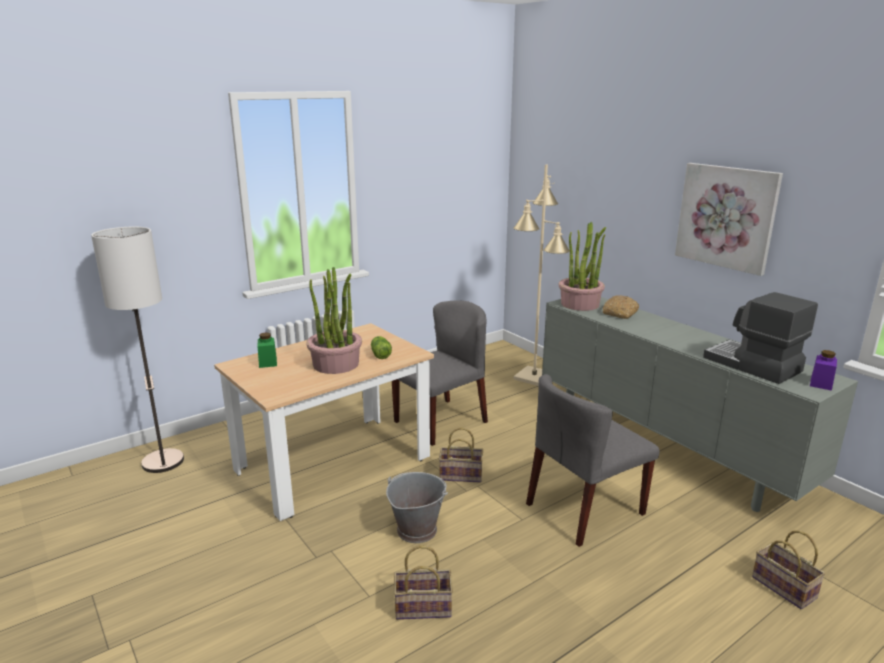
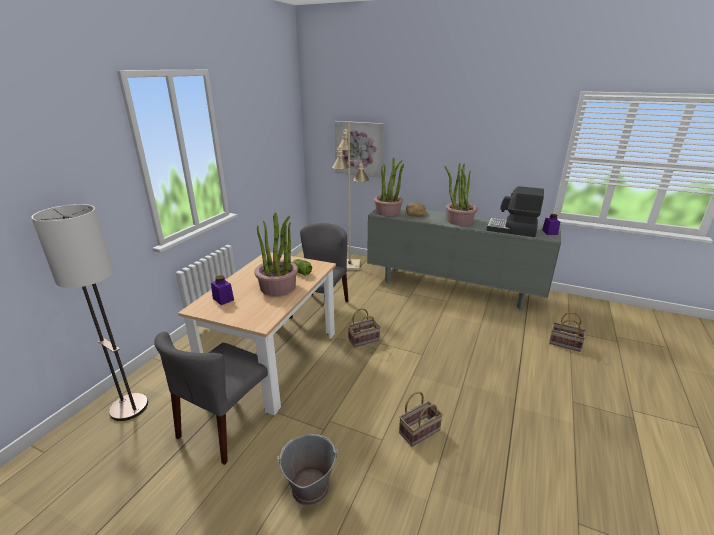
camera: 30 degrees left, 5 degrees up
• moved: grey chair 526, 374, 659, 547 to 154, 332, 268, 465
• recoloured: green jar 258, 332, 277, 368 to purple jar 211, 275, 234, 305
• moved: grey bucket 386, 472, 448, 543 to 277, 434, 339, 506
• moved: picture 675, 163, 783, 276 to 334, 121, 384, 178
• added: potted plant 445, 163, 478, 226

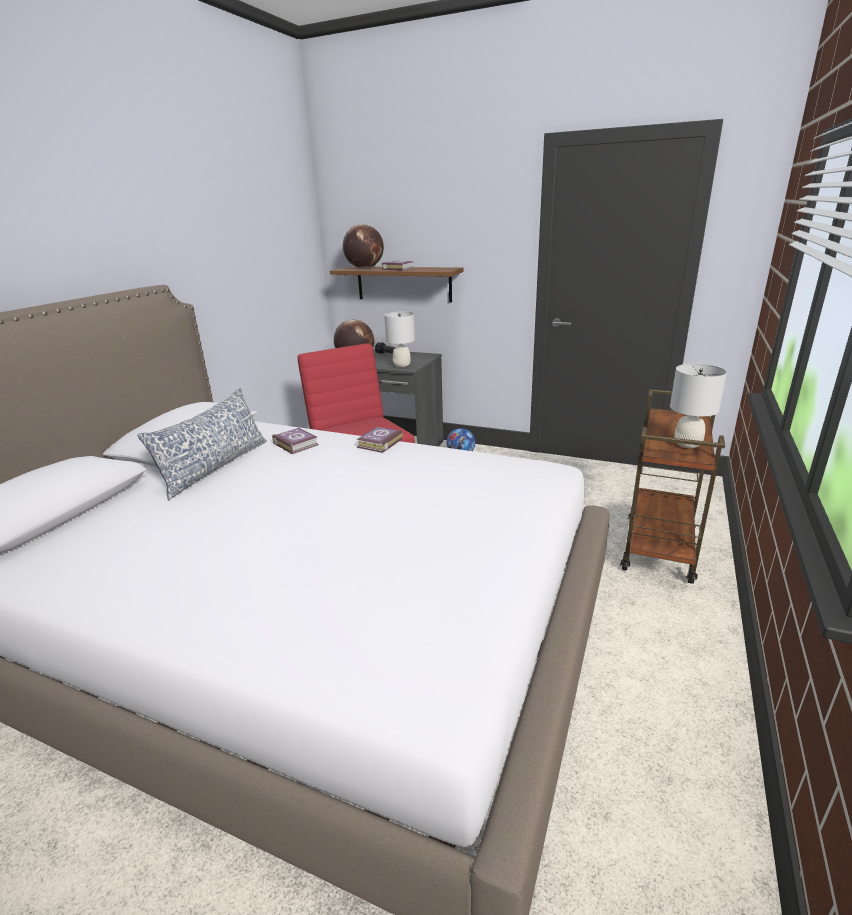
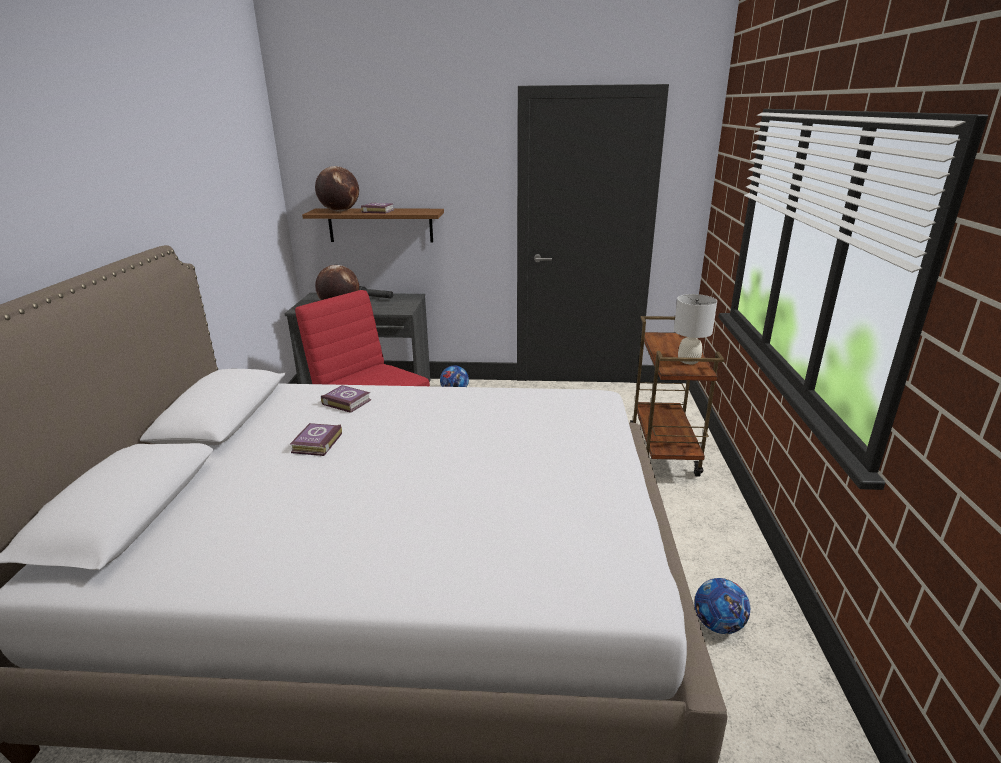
camera: 20 degrees left, 0 degrees up
• moved: book 356, 427, 403, 453 to 290, 423, 342, 456
• added: football 694, 578, 750, 634
• removed: pillow 137, 388, 267, 500
• removed: grey table lamp 384, 311, 415, 367

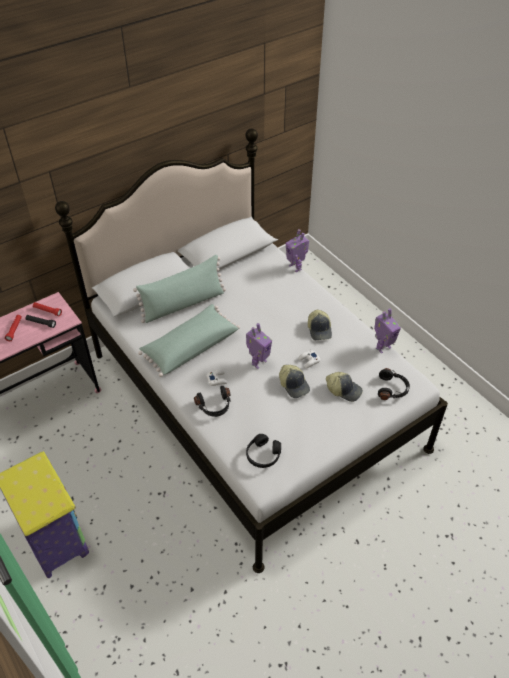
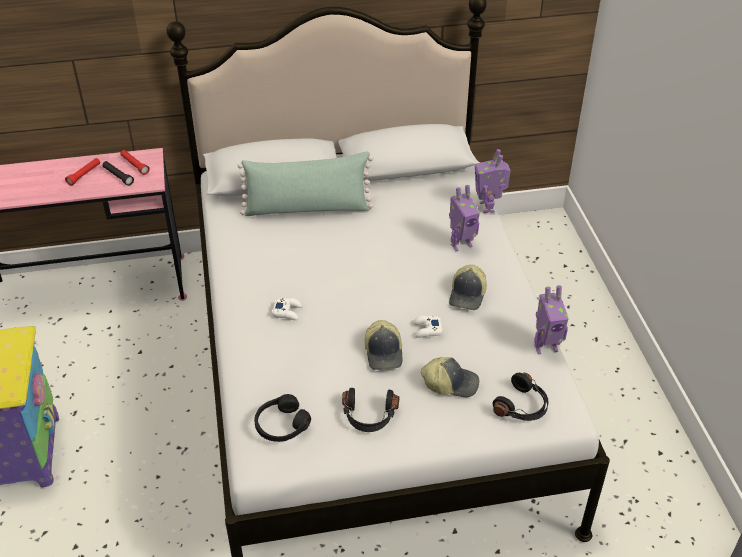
camera: 25 degrees right, 5 degrees down
• moved: black headphones 194, 386, 231, 417 to 342, 388, 399, 432
• turned: cap 326, 372, 363, 402 = 421, 357, 479, 397 45 degrees counterclockwise
• moved: toy robot 246, 323, 272, 369 to 449, 185, 480, 251
• removed: green pillow 138, 304, 240, 377

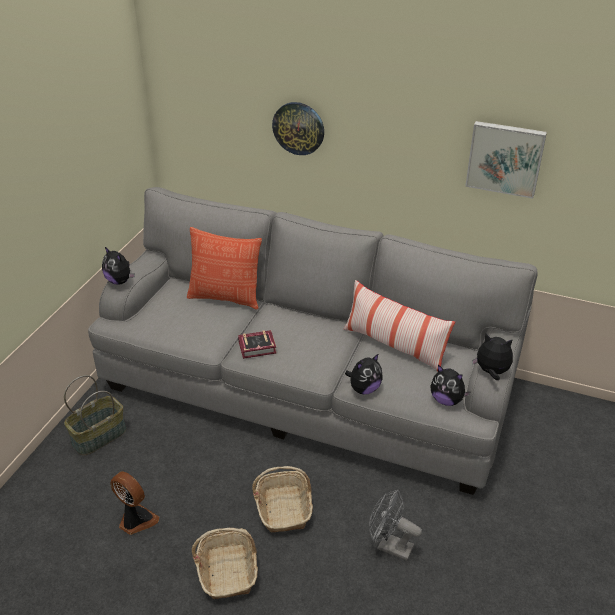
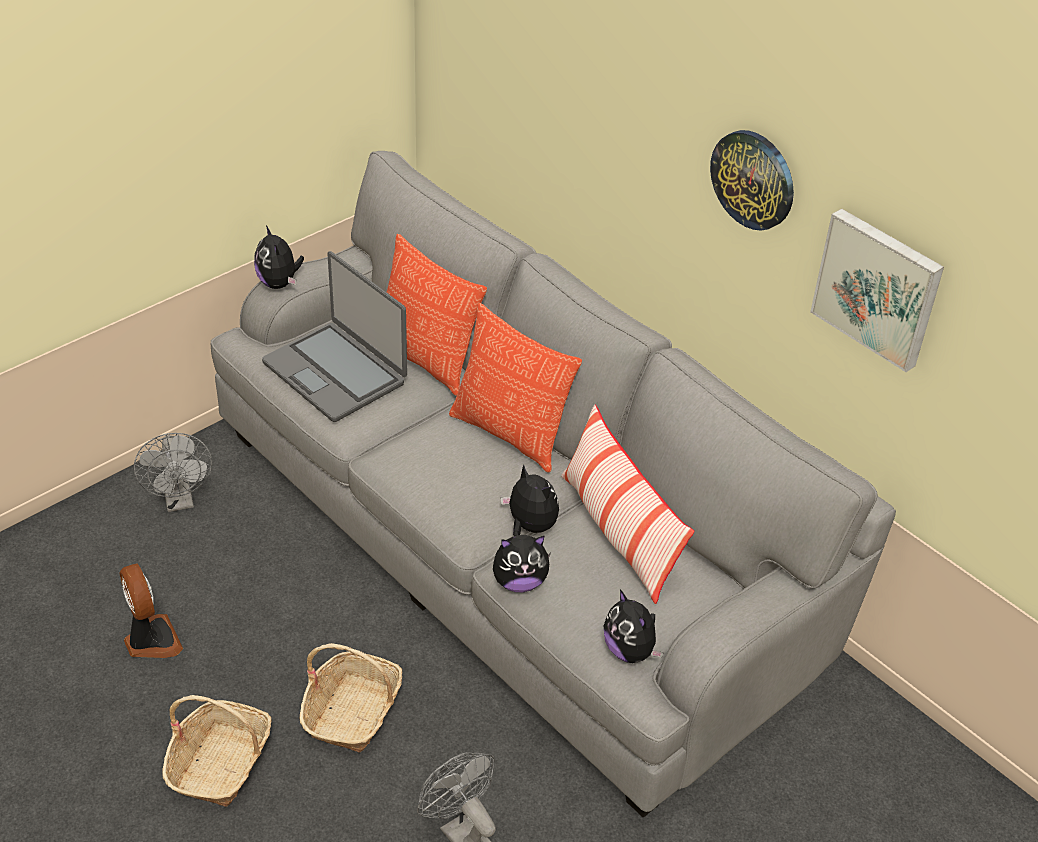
camera: 25 degrees right, 5 degrees up
• replaced: basket 64, 375, 126, 456 to grey fan 134, 433, 212, 512
• added: laptop 262, 251, 407, 422
• added: orange pillow 449, 303, 582, 472
• moved: plush toy 472, 334, 513, 380 to 501, 465, 559, 536
• moved: wall clock 272, 102, 324, 155 to 710, 130, 794, 230
• removed: book 238, 330, 277, 359

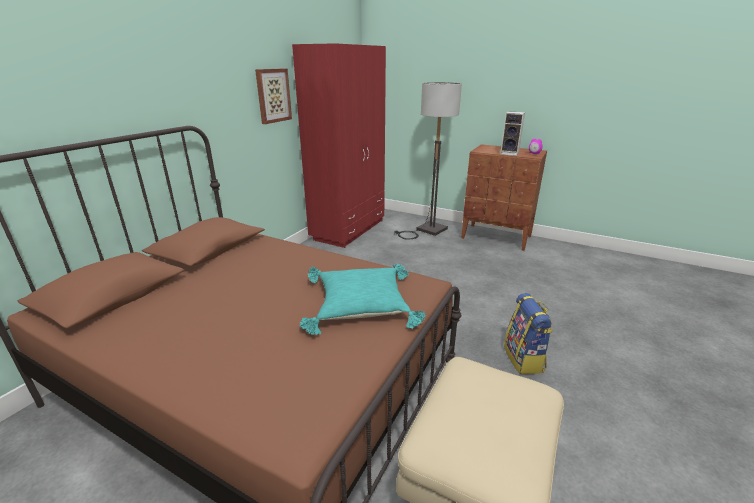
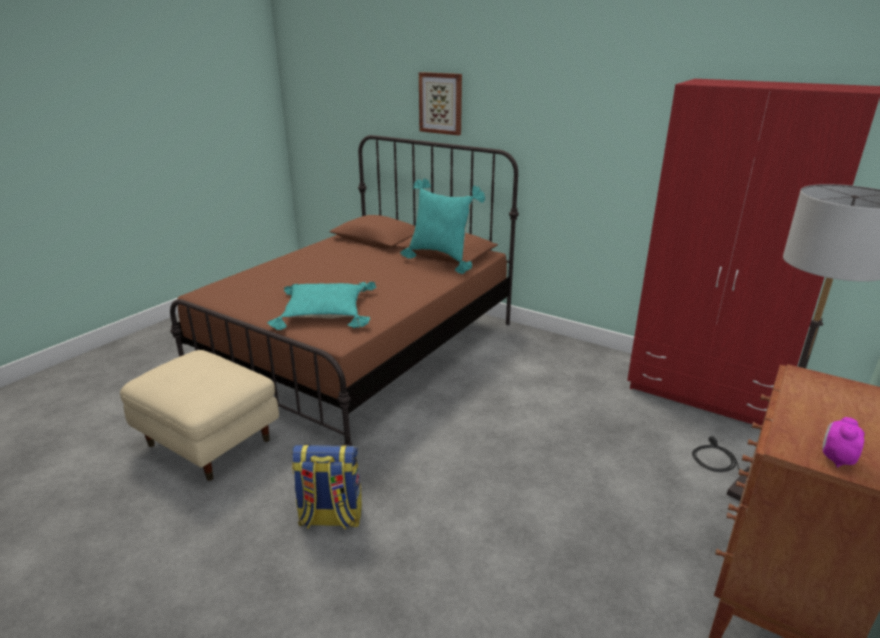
camera: 95 degrees right, 0 degrees up
• added: turquoise pillow 400, 178, 485, 274
• moved: picture 255, 68, 292, 124 to 419, 72, 462, 136
• removed: speaker 500, 111, 525, 156

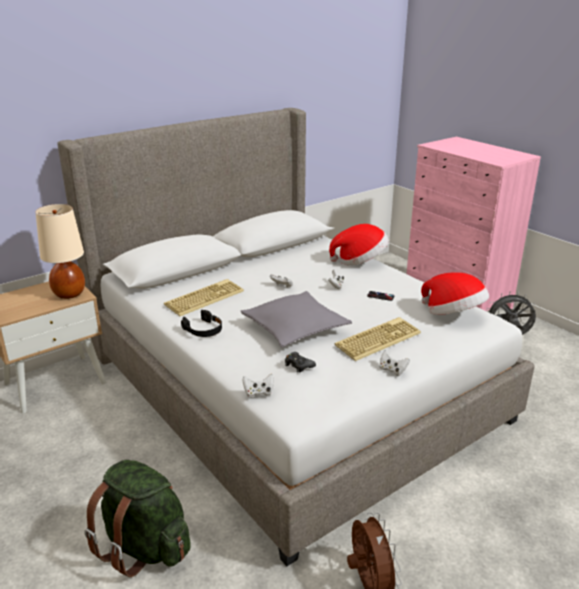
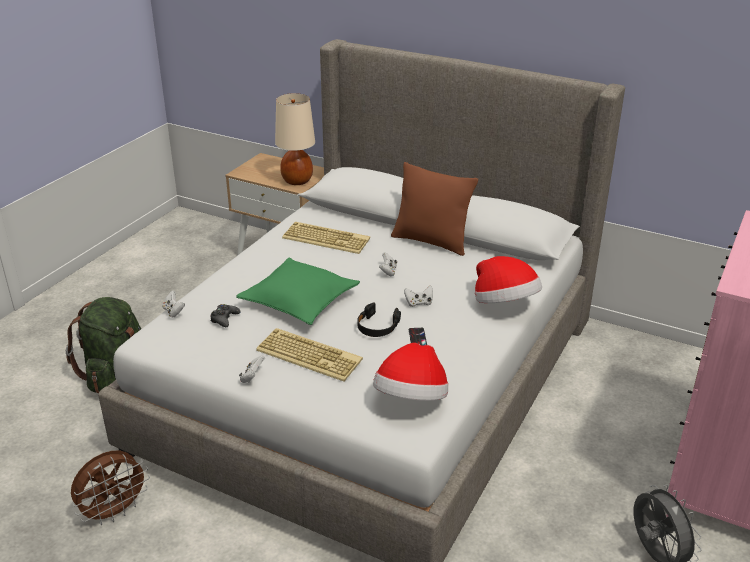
camera: 65 degrees right, 5 degrees up
• recoloured: grey pillow 241, 291, 352, 347 to green pillow 236, 258, 360, 325
• moved: black headphones 181, 310, 222, 337 to 357, 302, 401, 337
• added: brown pillow 391, 162, 478, 256

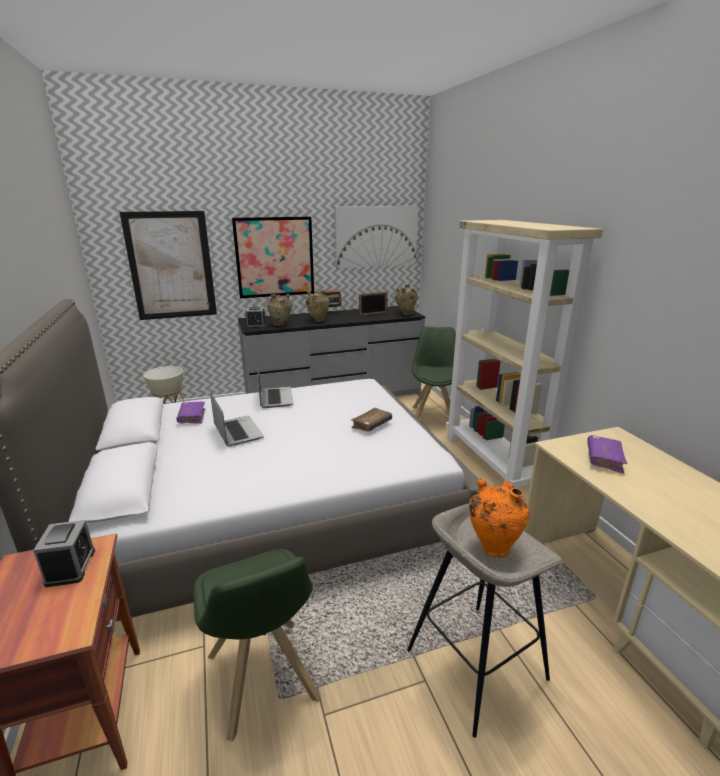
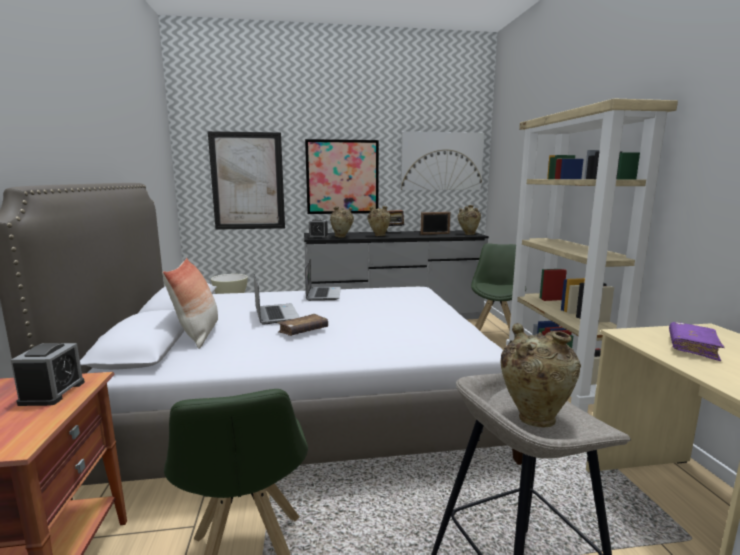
camera: 10 degrees right, 10 degrees down
• added: pillow 162, 258, 218, 349
• moved: brown book 351, 408, 392, 432 to 277, 314, 328, 336
• recoloured: orange vase 469, 478, 530, 558 to beige vase 501, 323, 581, 427
• removed: purple book 176, 402, 205, 424

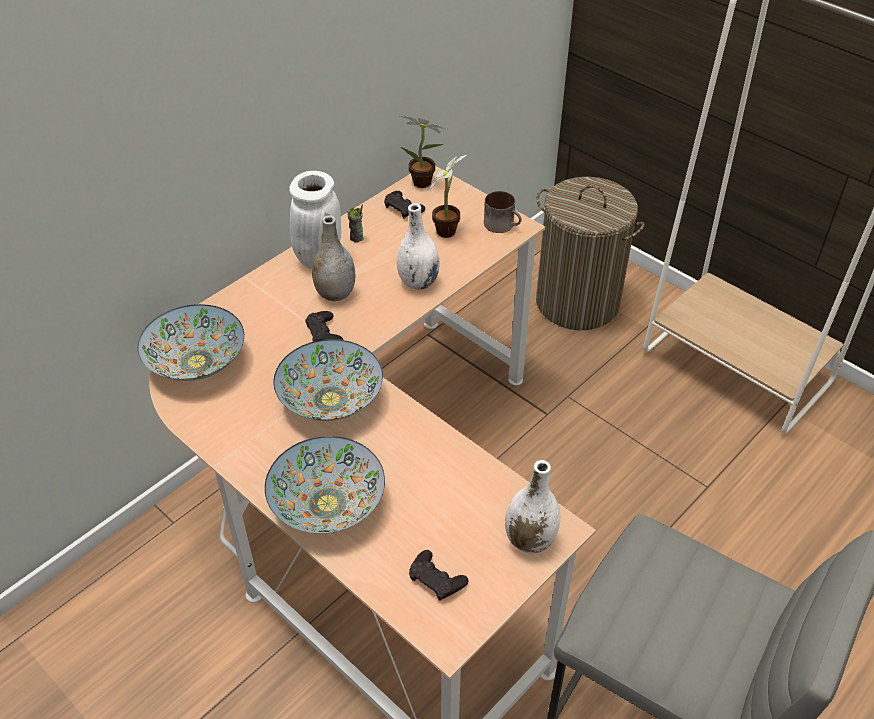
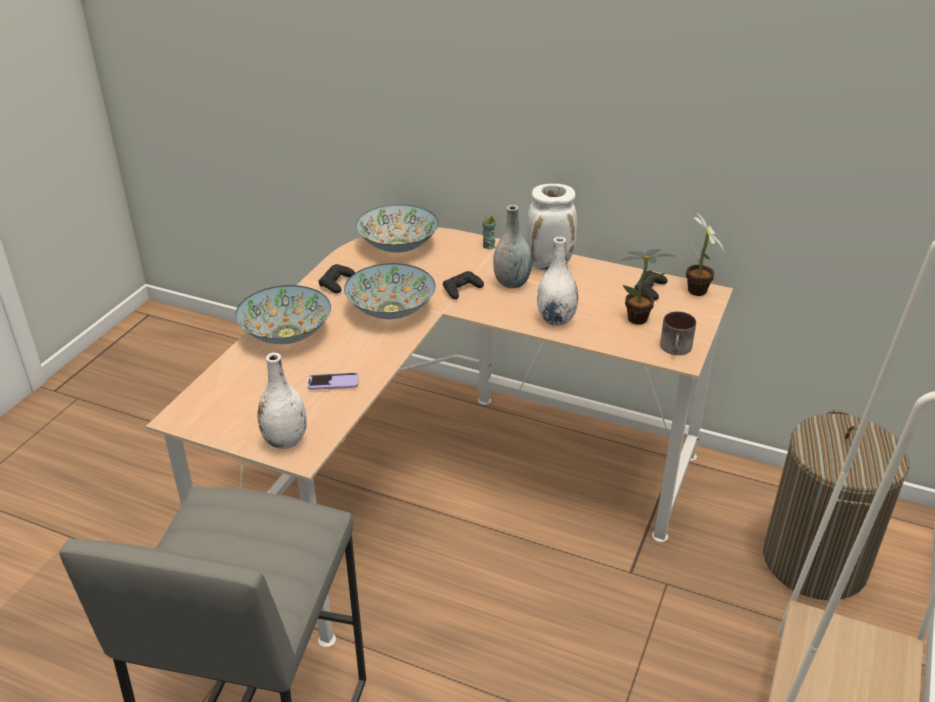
camera: 70 degrees right, 10 degrees down
• added: phone 308, 373, 358, 390
• moved: black game controller 409, 550, 469, 601 to 319, 264, 355, 293
• moved: cup 347, 204, 364, 243 to 482, 216, 496, 249

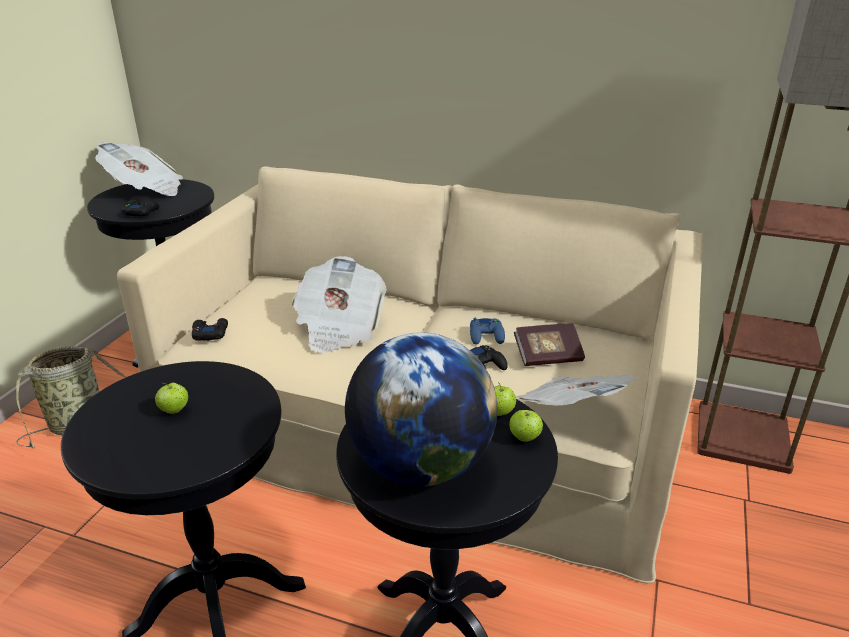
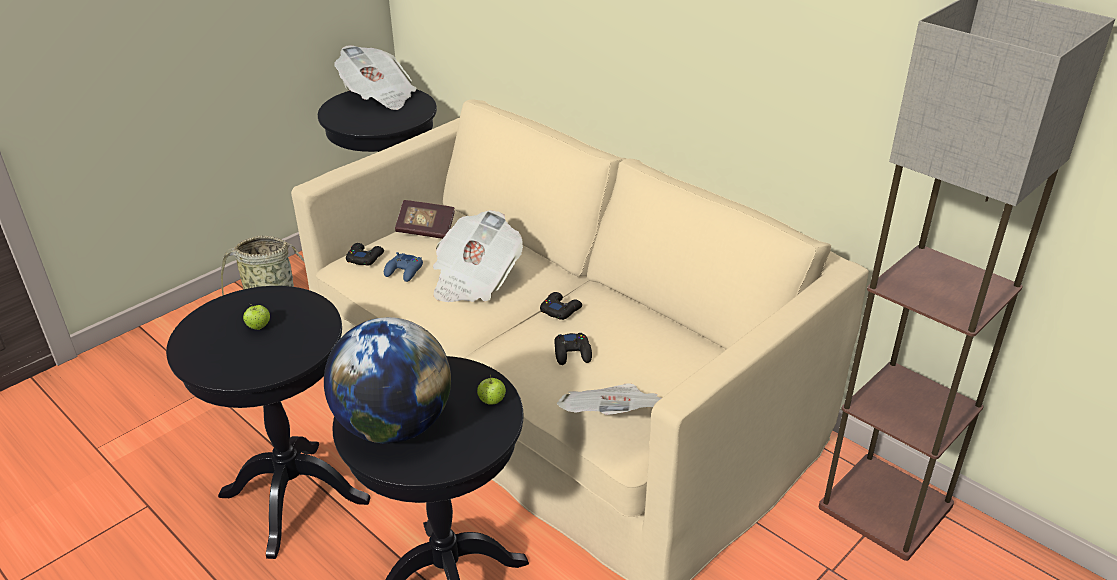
camera: 25 degrees right, 5 degrees up
• moved: blue game controller 470, 318, 505, 344 to 384, 252, 423, 282
• moved: book 514, 323, 585, 366 to 395, 200, 455, 239
• moved: black game controller 121, 200, 159, 216 to 540, 292, 582, 320
• removed: apple 509, 410, 543, 442

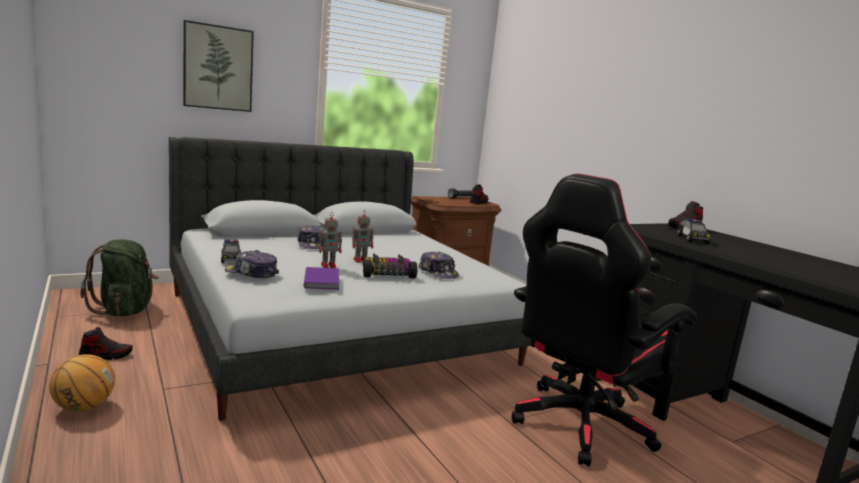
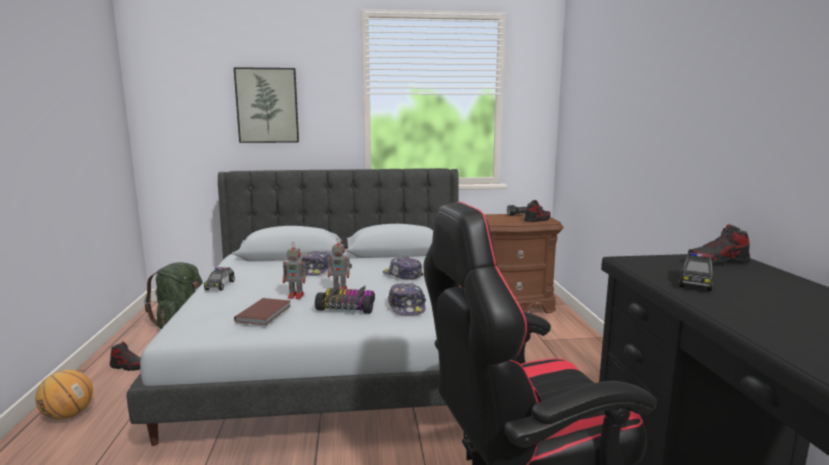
camera: 25 degrees right, 0 degrees up
• recoloured: purple book 304, 267, 339, 290 to brown book 234, 298, 291, 325
• moved: cap 225, 250, 279, 278 to 383, 257, 424, 280

